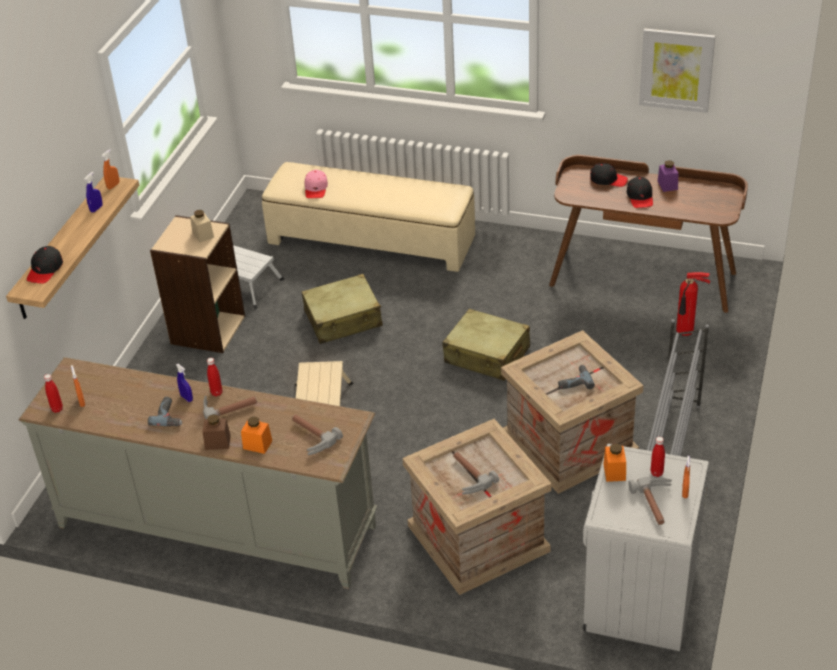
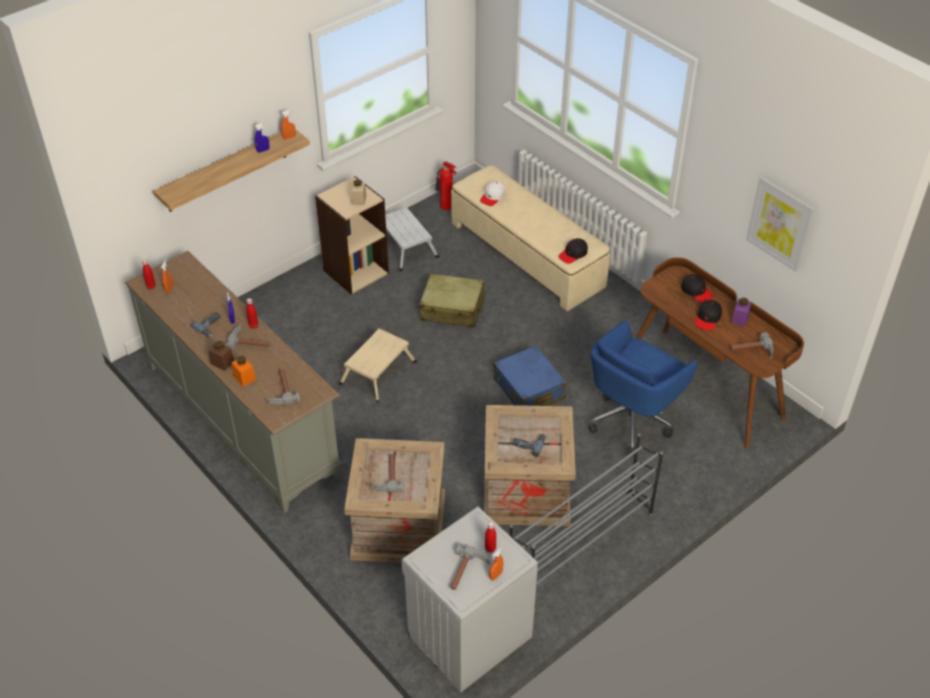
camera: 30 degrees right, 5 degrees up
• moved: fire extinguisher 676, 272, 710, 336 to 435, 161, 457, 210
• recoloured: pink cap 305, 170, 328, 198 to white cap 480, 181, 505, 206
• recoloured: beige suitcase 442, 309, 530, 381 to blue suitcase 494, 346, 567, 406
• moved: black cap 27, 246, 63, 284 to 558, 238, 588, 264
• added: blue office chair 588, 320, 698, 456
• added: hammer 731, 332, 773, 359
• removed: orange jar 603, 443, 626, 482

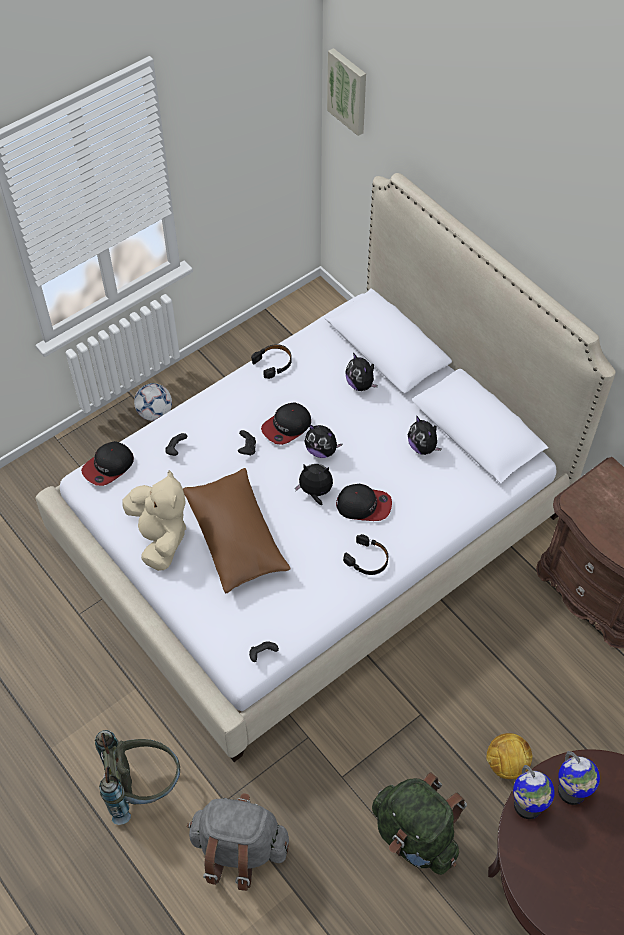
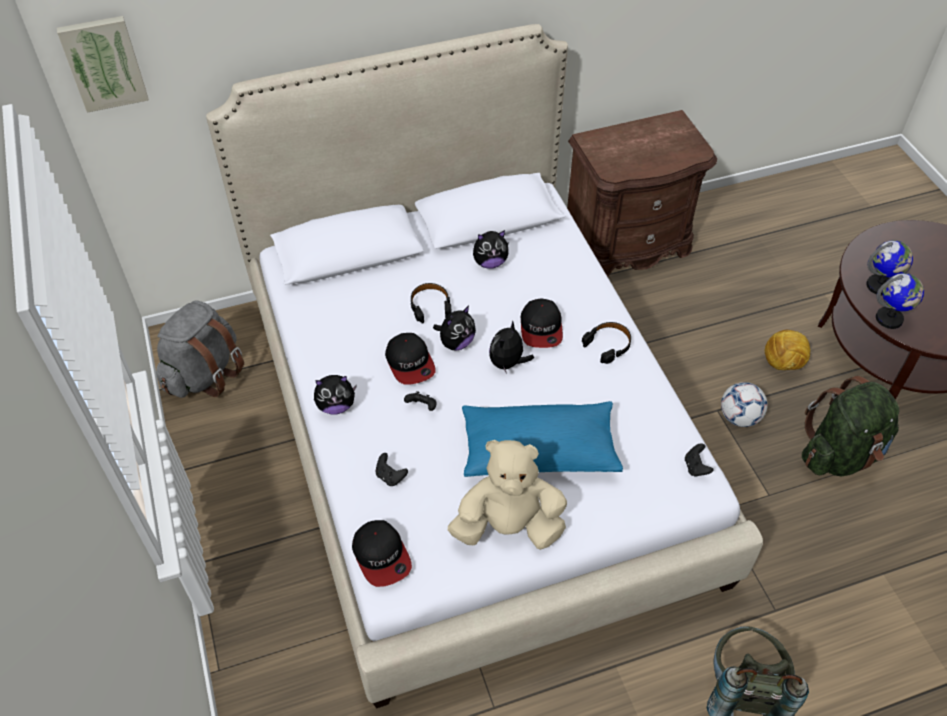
camera: 70 degrees left, 5 degrees down
• moved: grey backpack 187, 793, 289, 891 to 156, 300, 244, 398
• moved: plush toy 346, 352, 378, 391 to 314, 375, 357, 415
• moved: black headphones 251, 344, 292, 379 to 411, 283, 452, 323
• recoloured: brown pillow 183, 468, 291, 594 to blue pillow 462, 401, 623, 477
• turned: cap 336, 484, 392, 521 = 521, 299, 563, 348 150 degrees clockwise
• moved: football 134, 383, 172, 421 to 721, 382, 768, 427

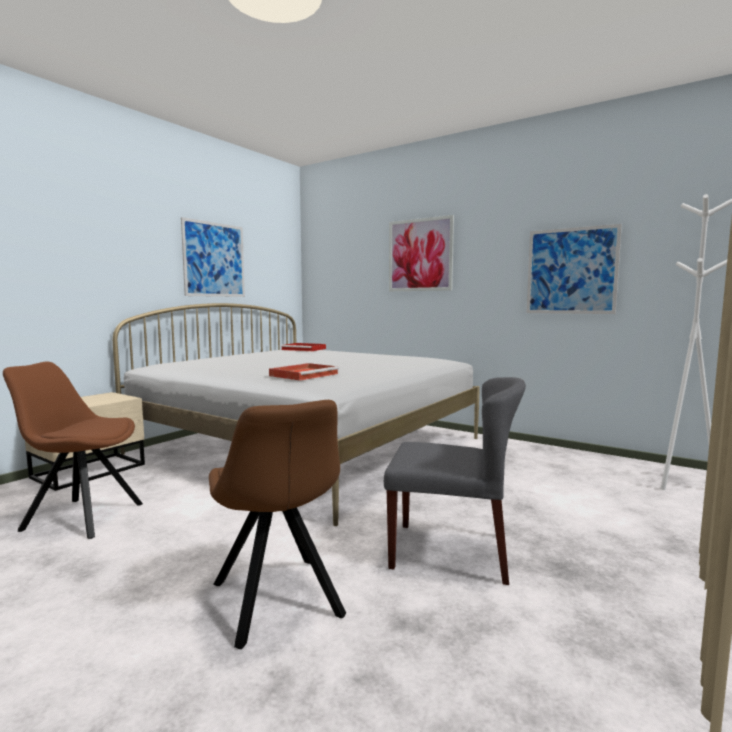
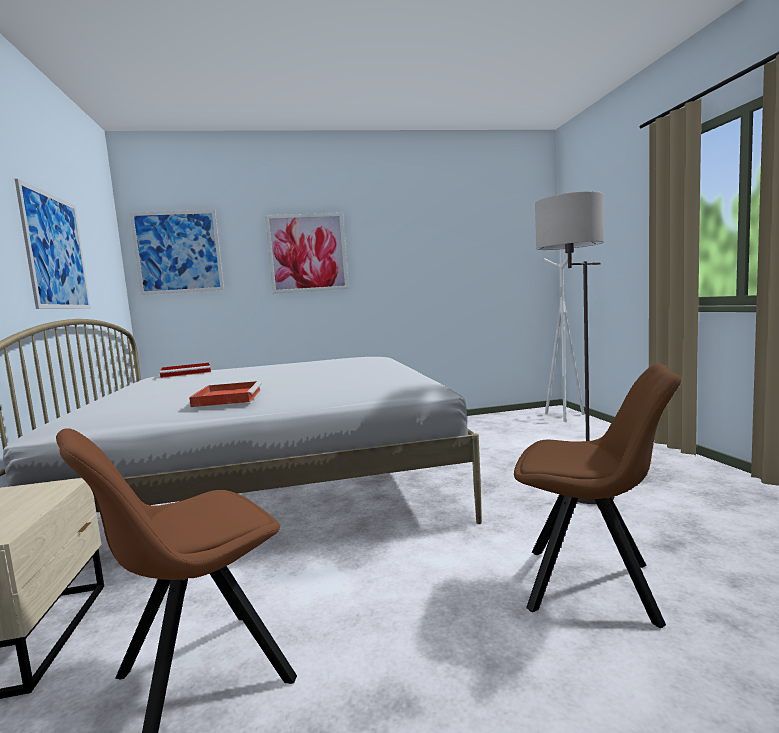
camera: 45 degrees left, 0 degrees up
• moved: picture 527, 224, 622, 314 to 130, 210, 224, 295
• moved: red tray 269, 363, 339, 381 to 189, 381, 262, 407
• replaced: grey chair 384, 377, 526, 585 to grey floor lamp 535, 191, 615, 504

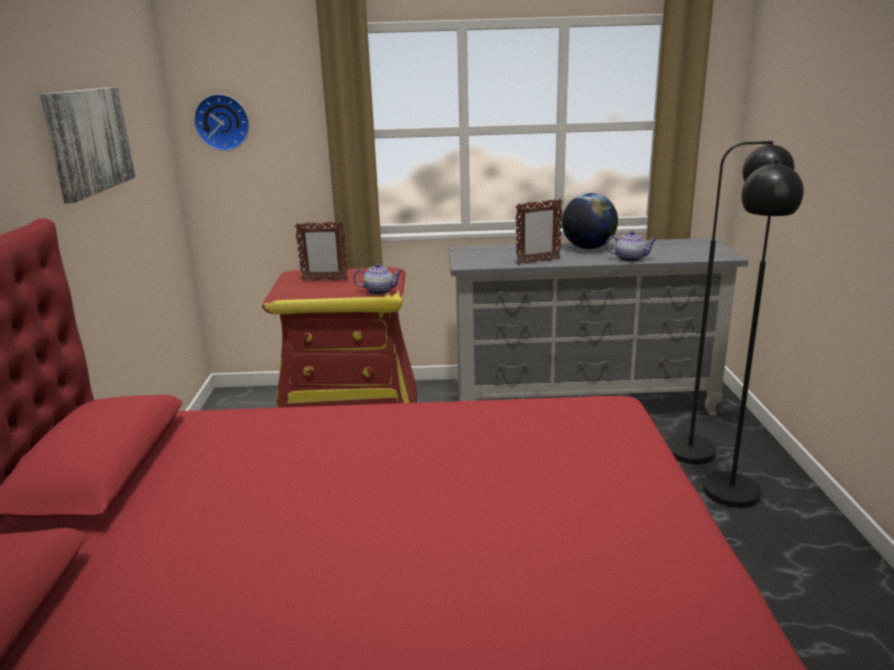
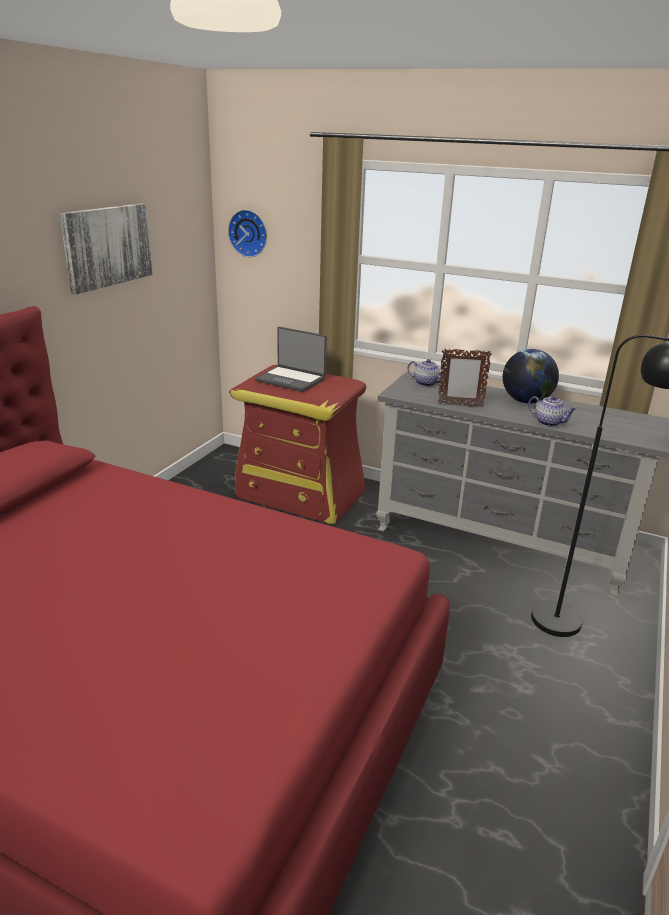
camera: 25 degrees right, 5 degrees up
• replaced: picture frame 295, 221, 348, 281 to laptop 255, 327, 327, 392
• moved: teapot 353, 263, 403, 295 to 407, 359, 446, 386
• removed: black floor lamp 703, 156, 804, 508

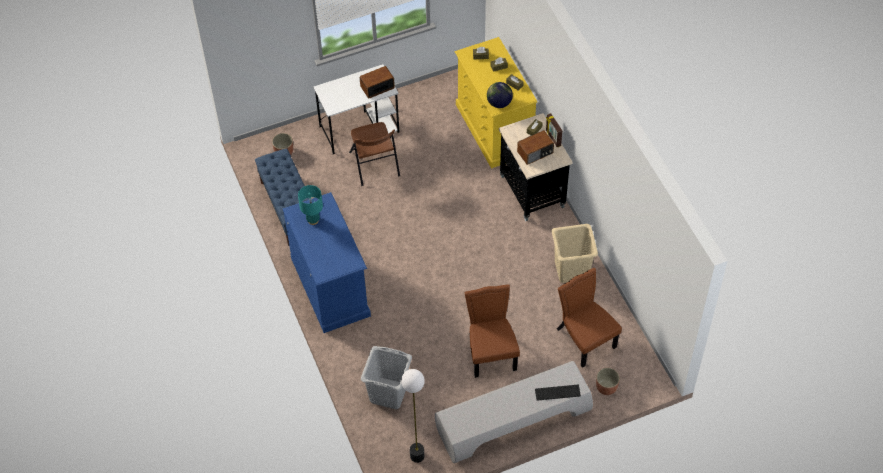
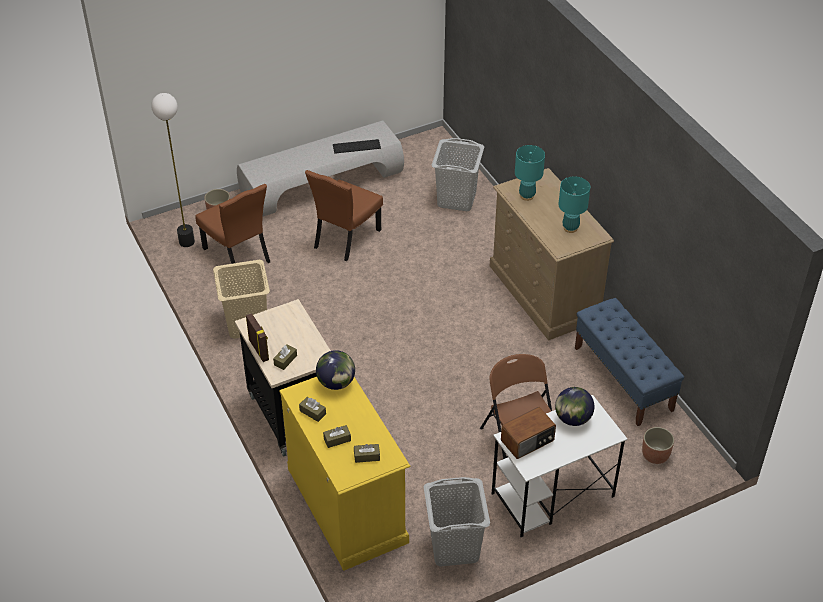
camera: 175 degrees right, 10 degrees down
• moved: floor lamp 401, 369, 425, 463 to 151, 93, 195, 247
• turned: brown chair 465, 284, 520, 378 = 305, 170, 383, 261 45 degrees clockwise
• moved: keyboard 535, 385, 581, 401 to 333, 139, 381, 154
• added: grey laundry basket 424, 477, 490, 567
• recoloured: blue dresser 283, 192, 371, 333 to beige dresser 490, 168, 614, 341
• added: turquoise table lamp 515, 145, 545, 201
• added: globe 555, 387, 594, 426
• removed: radio 517, 130, 554, 165

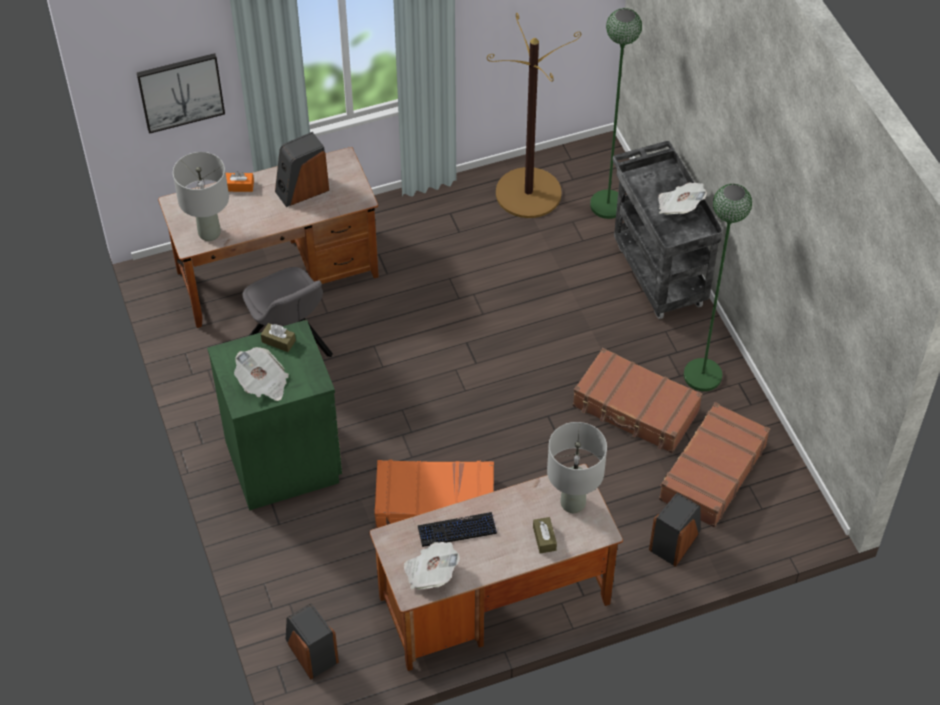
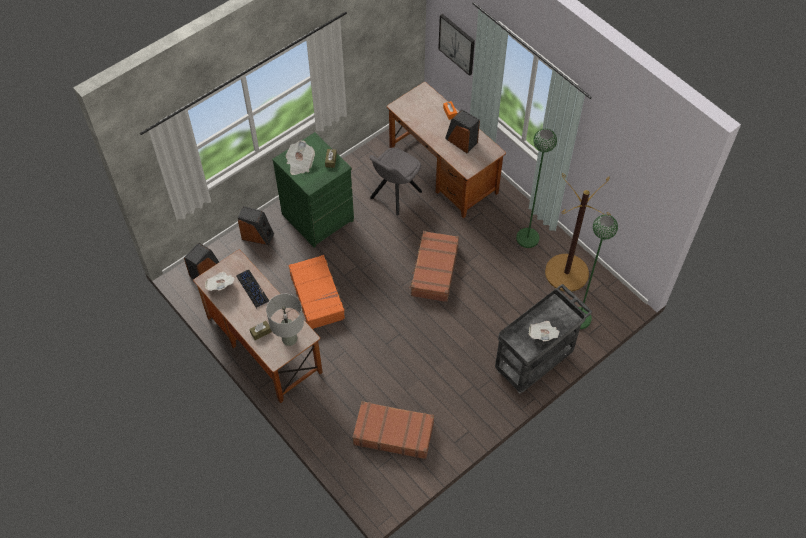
camera: 70 degrees right, 5 degrees up
• moved: speaker 649, 493, 701, 567 to 238, 206, 274, 245
• moved: brown suitcase 573, 348, 702, 453 to 409, 231, 459, 302
• moved: green floor lamp 684, 184, 752, 391 to 516, 129, 557, 248
• removed: grey table lamp 173, 152, 229, 241

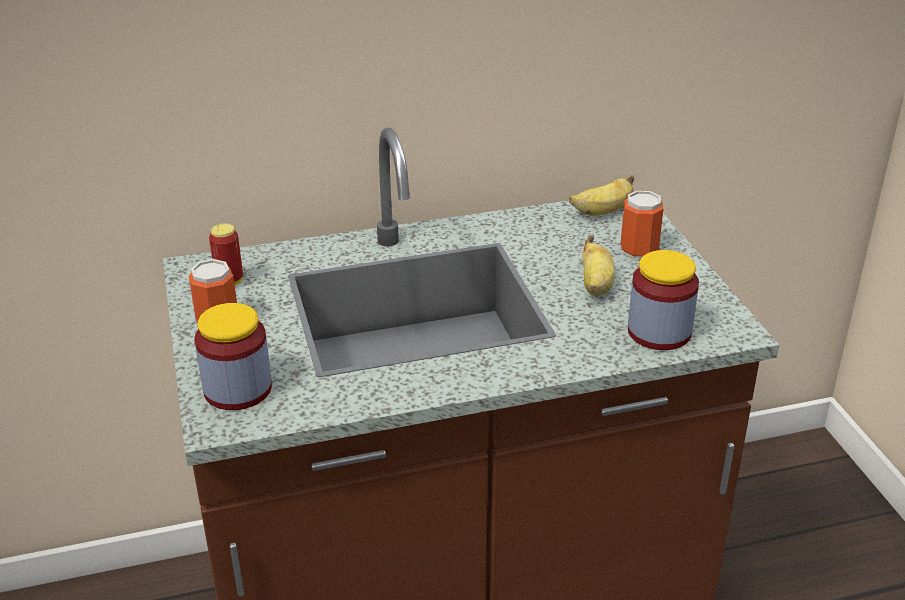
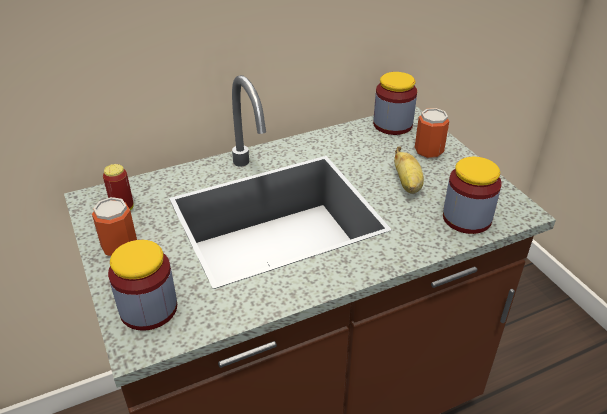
camera: 10 degrees left, 5 degrees up
• replaced: banana 569, 175, 634, 216 to jar 373, 72, 417, 135

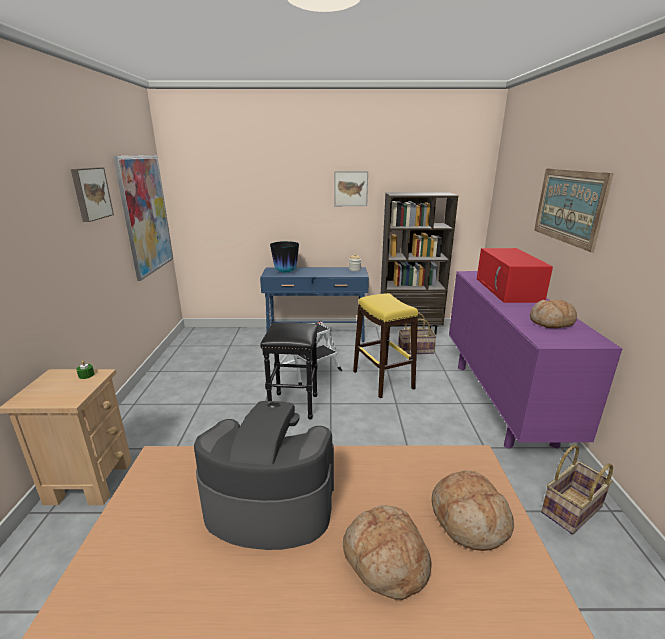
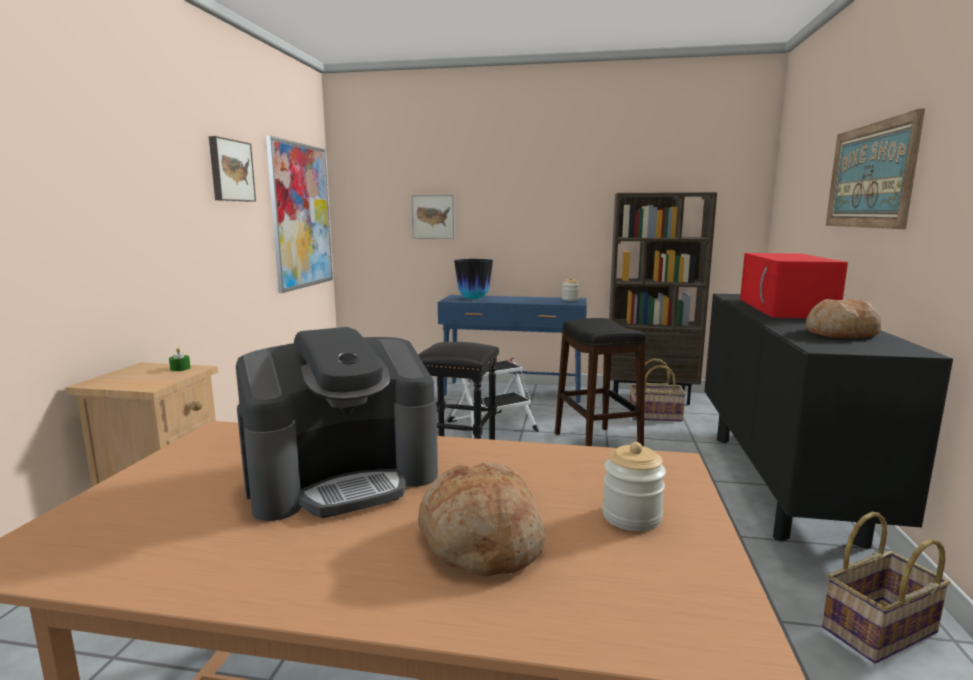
camera: 10 degrees right, 10 degrees down
• turned: coffee machine 194, 401, 334, 550 = 236, 327, 438, 521 135 degrees clockwise
• moved: picture 334, 171, 368, 206 to 411, 195, 455, 239
• recoloured: yellow stool 353, 293, 418, 398 to black stool 555, 318, 645, 446
• replaced: bread 431, 471, 514, 551 to jar 602, 442, 666, 531
• recoloured: purple dresser 449, 271, 622, 449 to black dresser 704, 294, 953, 549

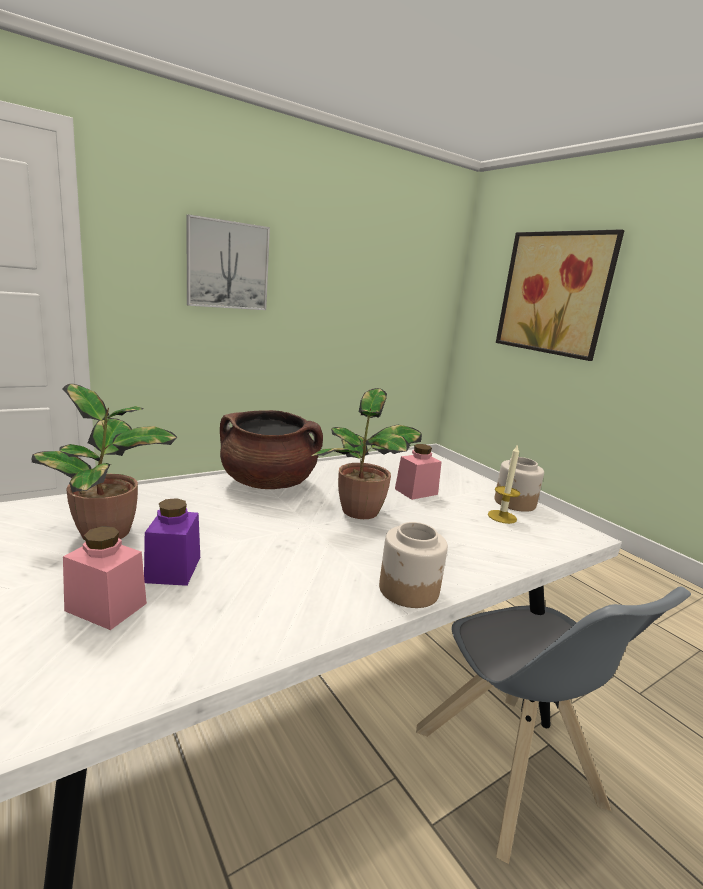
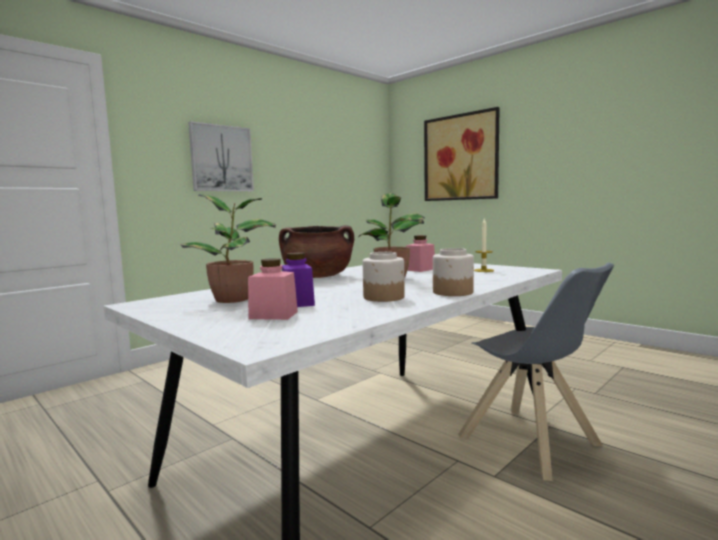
camera: 10 degrees left, 10 degrees down
• moved: jar 494, 457, 544, 512 to 363, 252, 405, 302

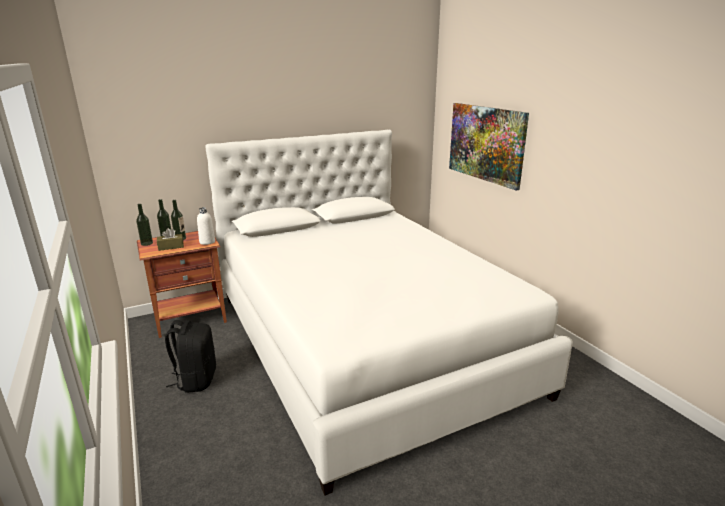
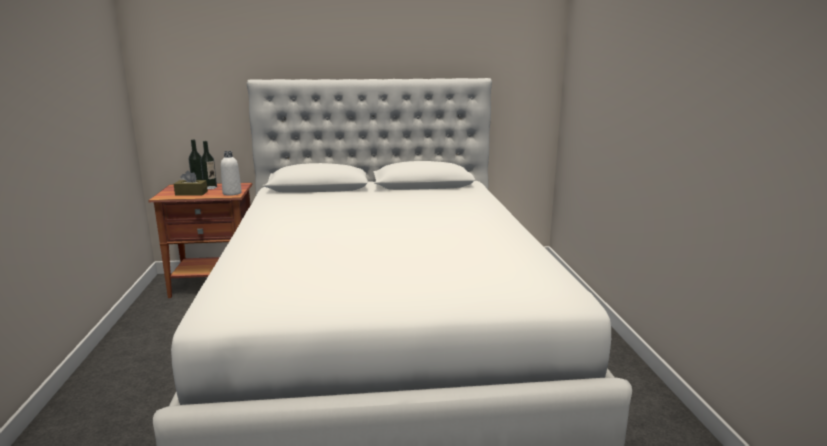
camera: 20 degrees right, 5 degrees down
• removed: bottle 136, 204, 153, 246
• removed: black backpack 165, 320, 216, 393
• removed: picture 449, 103, 529, 191

